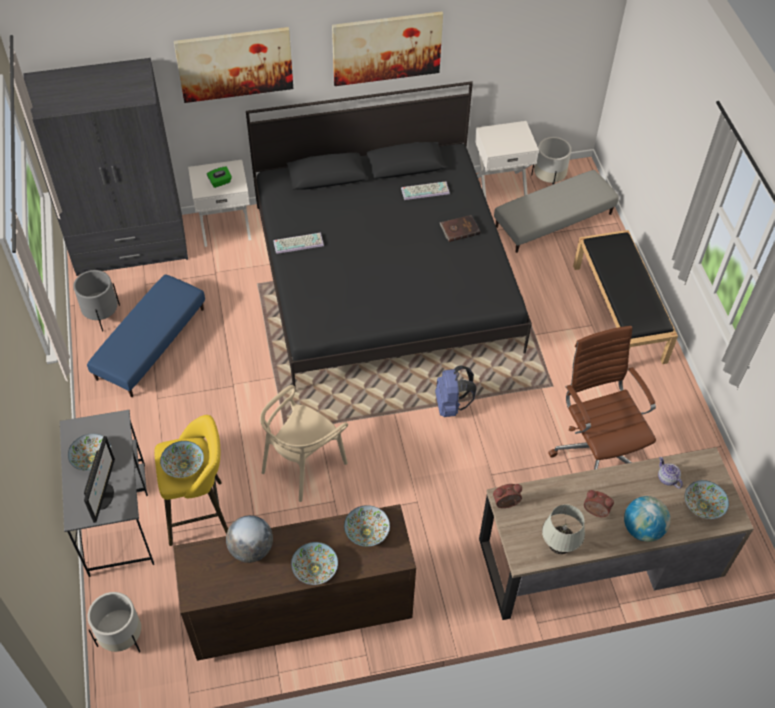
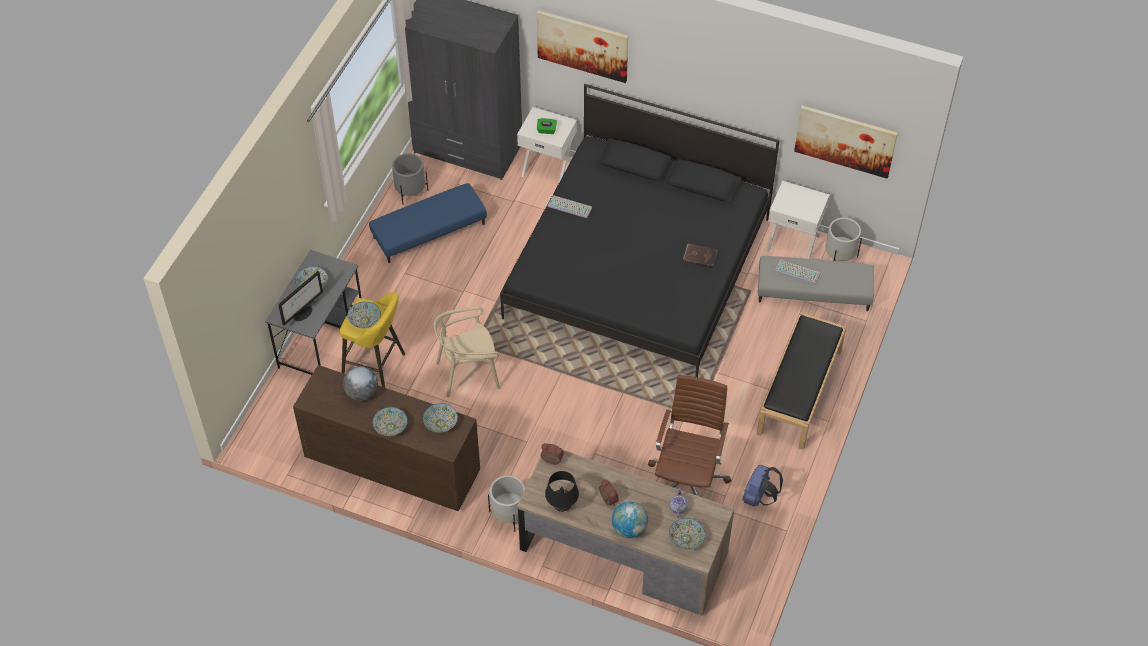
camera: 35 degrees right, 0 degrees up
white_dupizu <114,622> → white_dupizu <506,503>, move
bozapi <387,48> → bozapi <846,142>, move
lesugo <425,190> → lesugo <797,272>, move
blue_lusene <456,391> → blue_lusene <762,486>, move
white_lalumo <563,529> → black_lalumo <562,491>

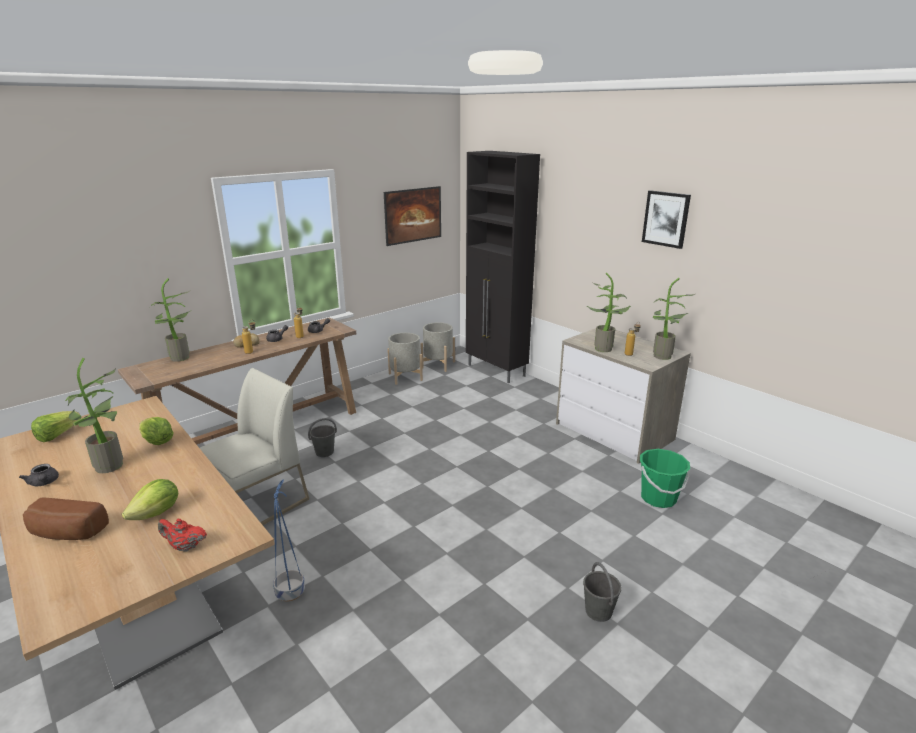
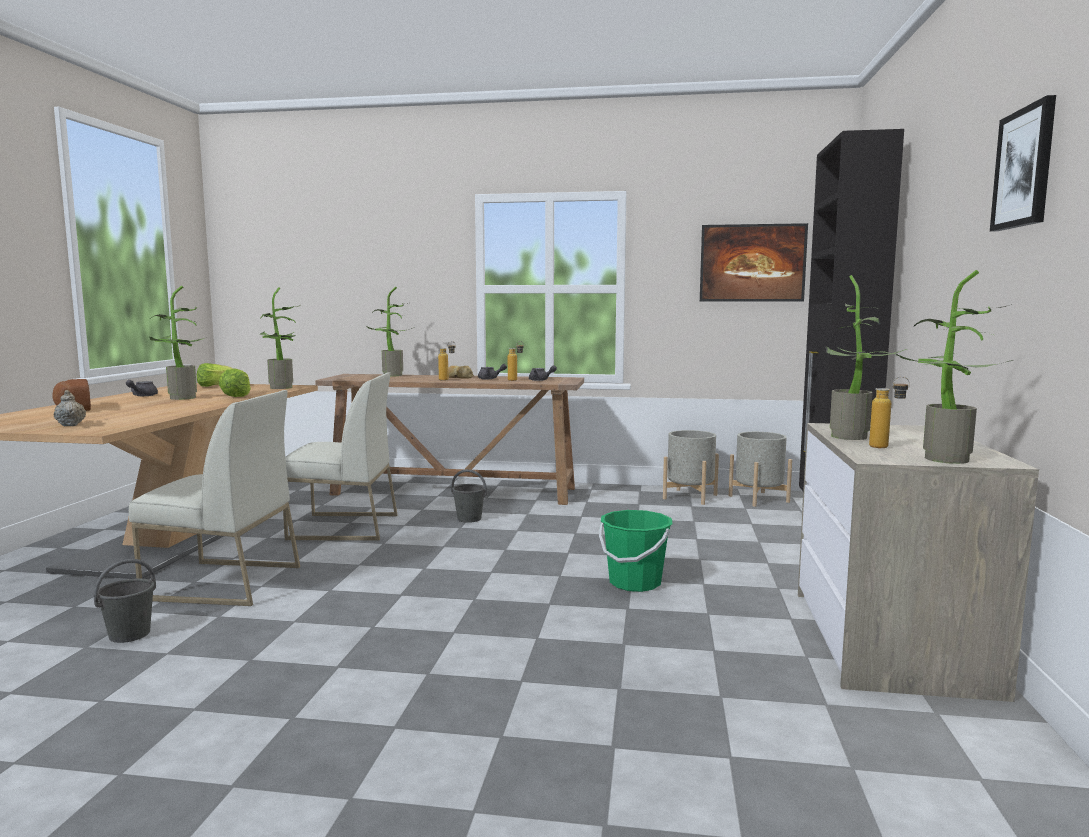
camera: 50 degrees right, 15 degrees down
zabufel <150,499> → -
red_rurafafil <182,535> → beige_rurafafil <70,408>
blue_dupizu <289,540> → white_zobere <214,498>
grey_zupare <602,592> → grey_zupare <125,601>, move
green_zupare <665,478> → green_zupare <636,551>, move
- → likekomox <280,338>

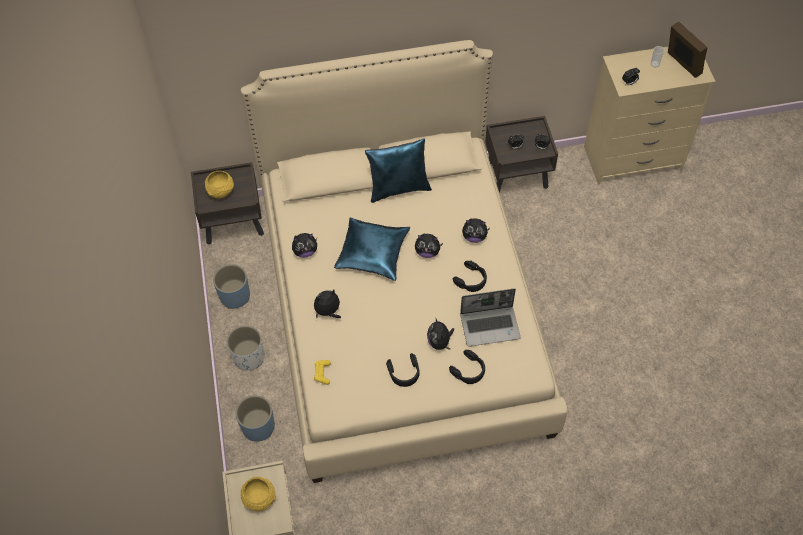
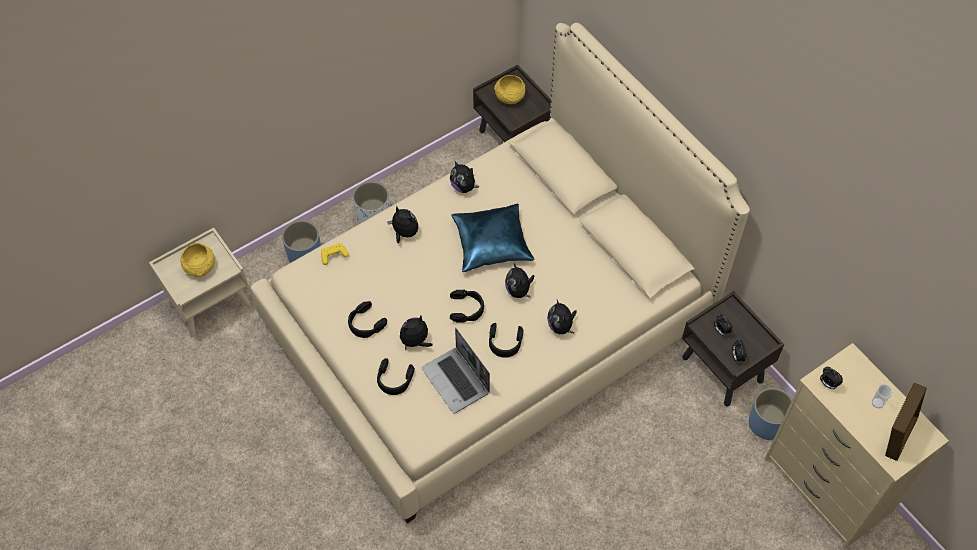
camera: 65 degrees right, 0 degrees up
blue_dupizu <231,286> → blue_dupizu <770,414>, move
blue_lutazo <398,171> → -
- → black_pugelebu <467,306>

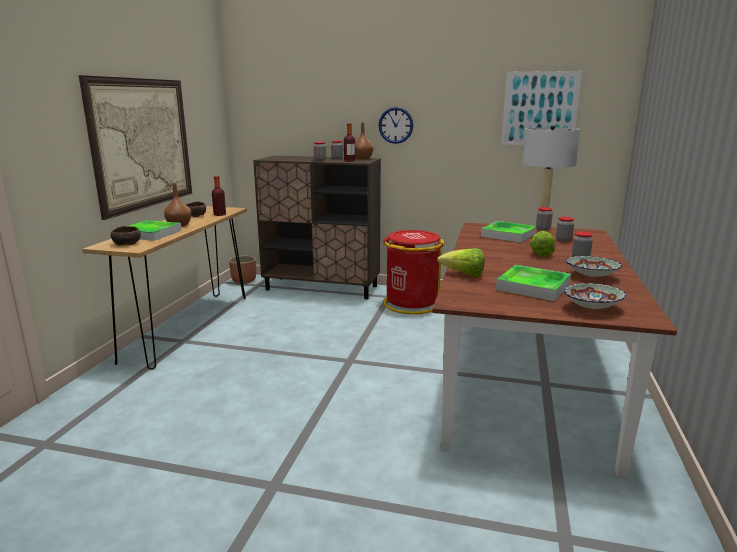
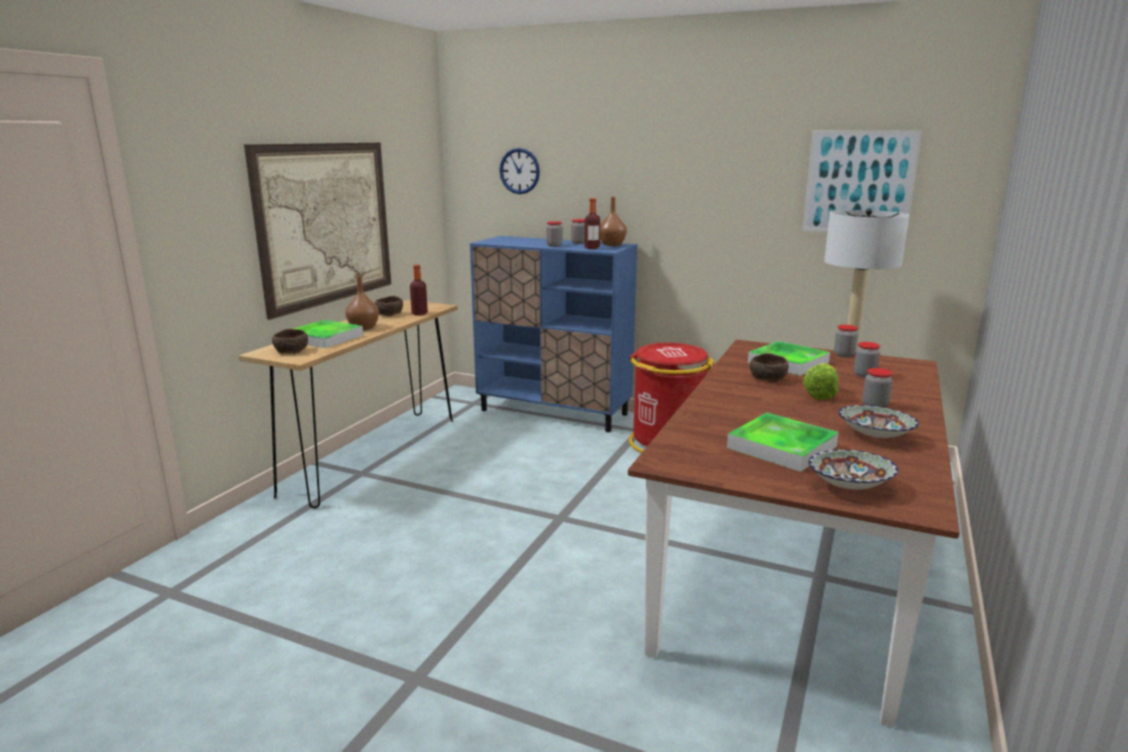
camera: 10 degrees right, 0 degrees up
dupizu <242,270> → -
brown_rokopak <317,227> → blue_rokopak <553,334>
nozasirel <395,125> → nozasirel <519,171>, move
zabufel <461,262> → -
- → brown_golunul <769,367>

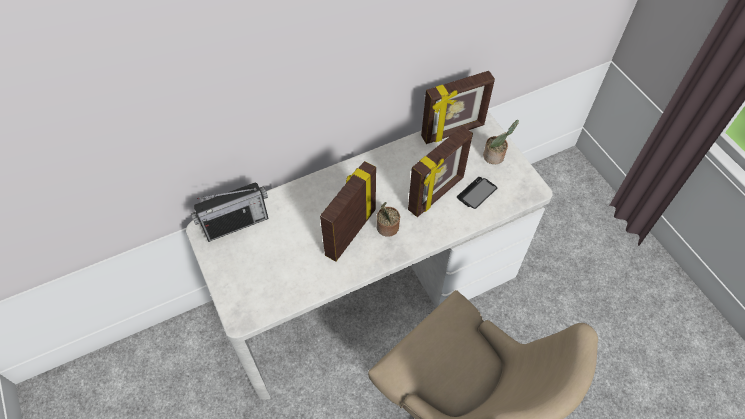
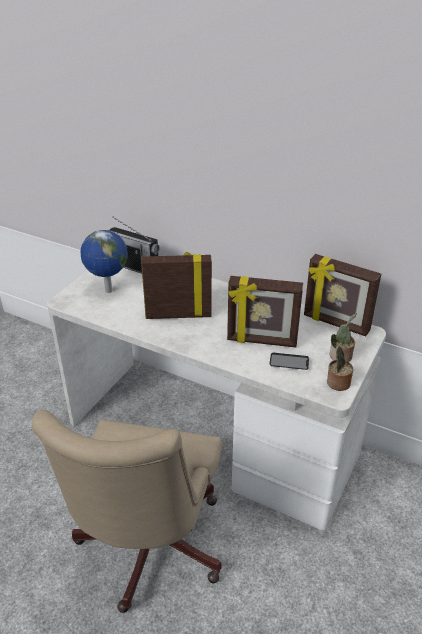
camera: 55 degrees right, 20 degrees down
likekomox <388,219> → likekomox <340,362>, move
- → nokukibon <104,261>

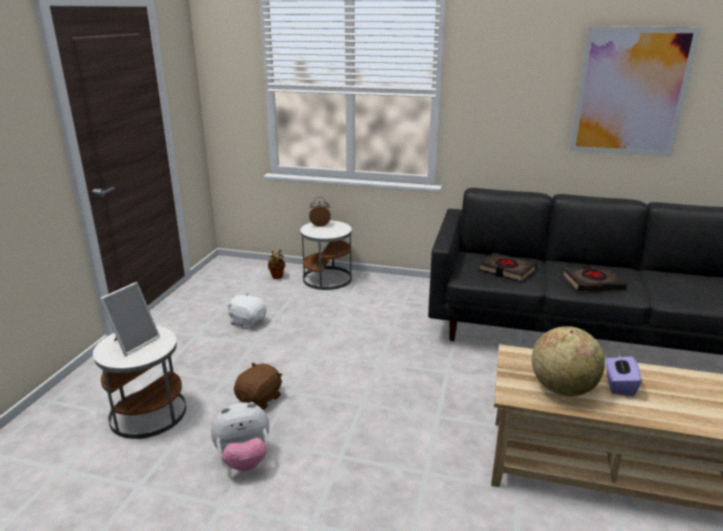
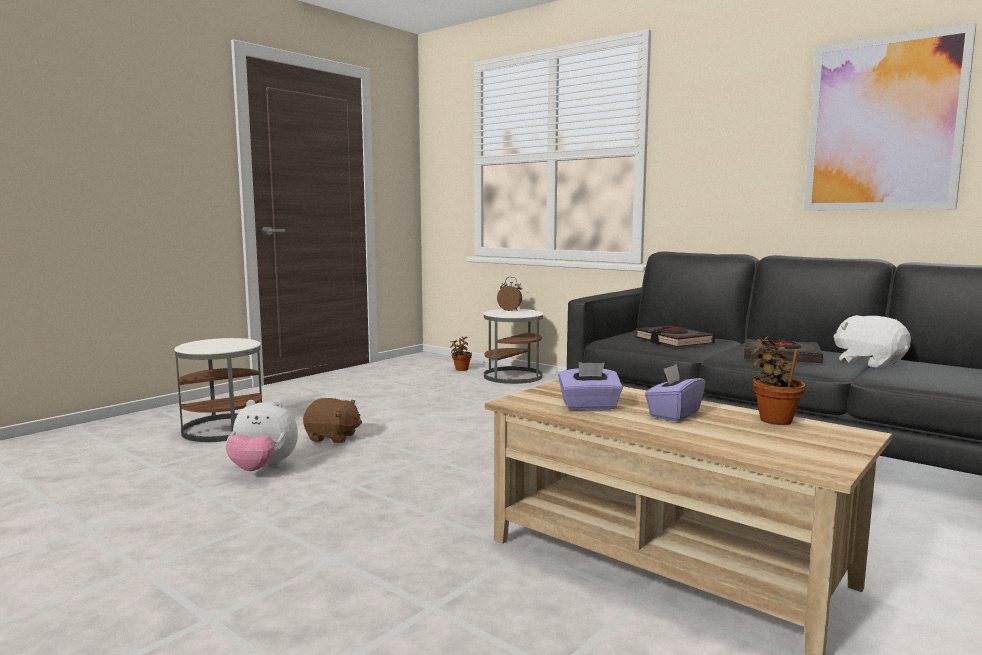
camera: 25 degrees right, 15 degrees down
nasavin <130,319> → -
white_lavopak <247,311> → white_lavopak <872,341>, move
brown_lavopak <258,386> → brown_lavopak <332,420>, 45 degrees clockwise
nokukibon <568,361> → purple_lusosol <590,386>
- → likekomox <778,380>

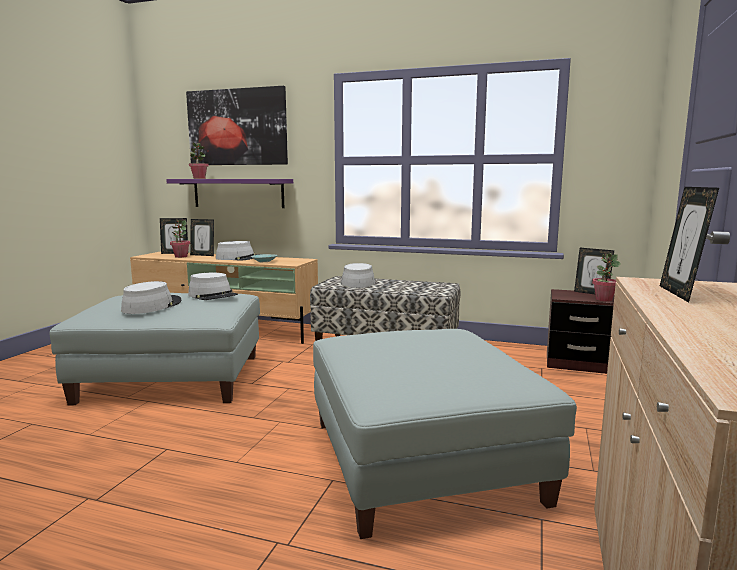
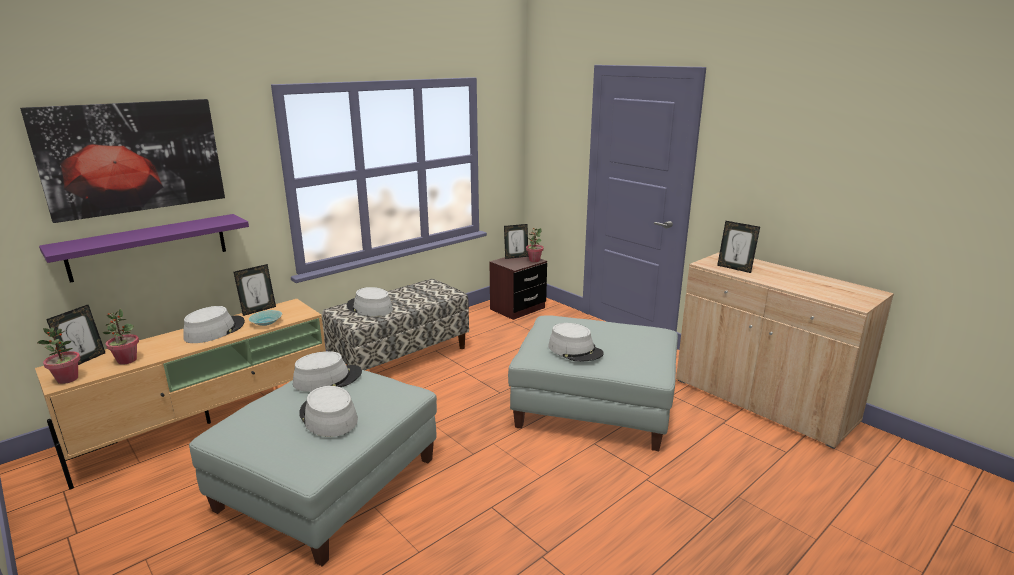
camera: 60 degrees left, 10 degrees up
likekomox <198,160> → likekomox <58,355>, move
nasavin <202,237> → nasavin <254,290>, move
- → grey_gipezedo <576,342>

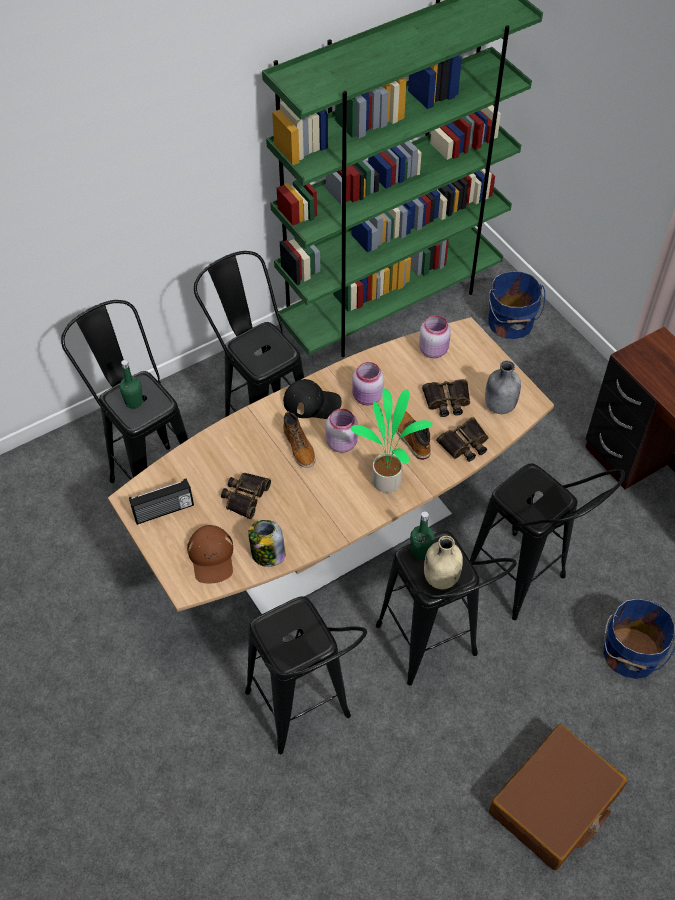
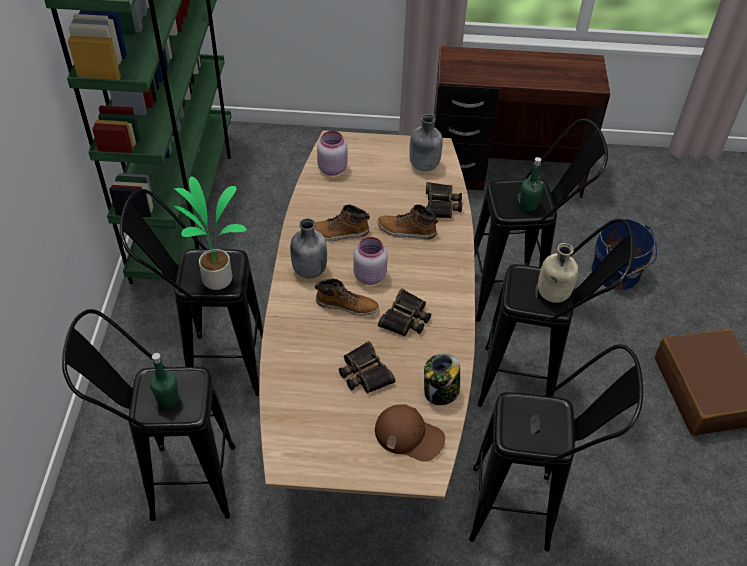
camera: 55 degrees left, 5 degrees down
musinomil <161,501> → -
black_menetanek <312,399> → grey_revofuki <308,248>
likekomox <391,441> → likekomox <210,233>, move
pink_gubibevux <368,383> → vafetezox <342,222>
green_revofuki <422,535> → green_revofuki <531,184>, move
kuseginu <446,398> → kuseginu <404,312>, move
blue_zupare <516,305> → -

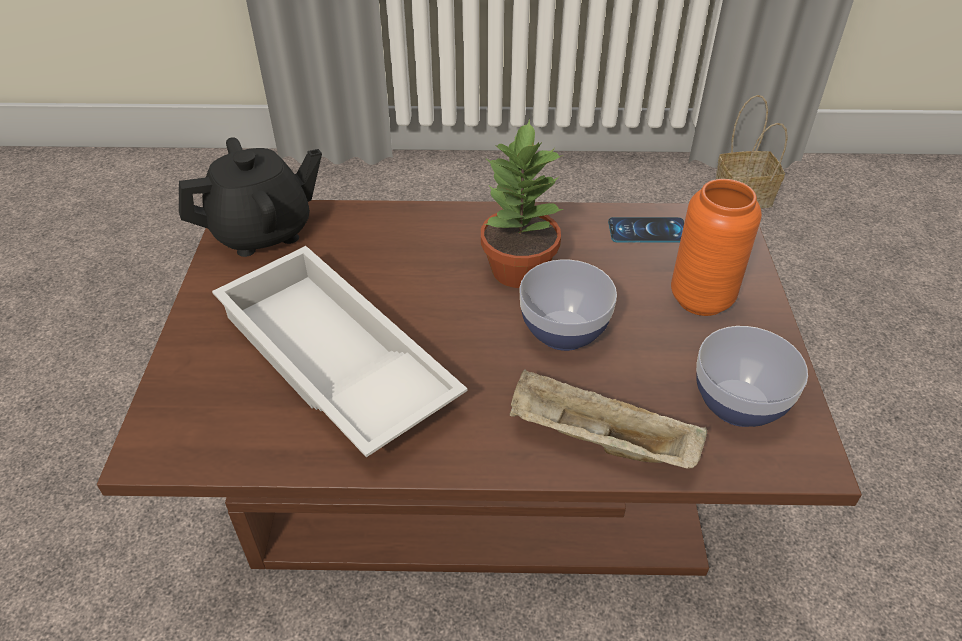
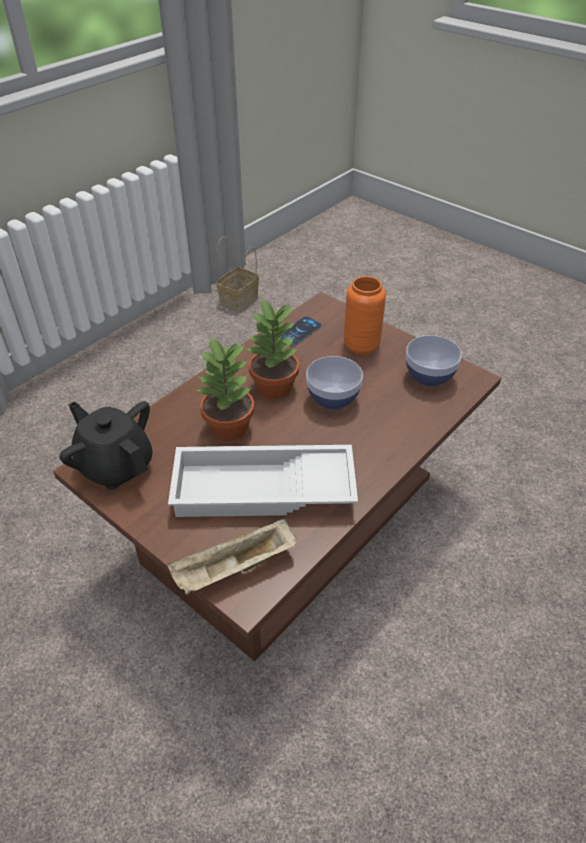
camera: 50 degrees left, 0 degrees up
black_rurafafil <250,197> → black_rurafafil <106,445>, 60 degrees counterclockwise
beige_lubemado <608,419> → beige_lubemado <232,556>, move
- → likekomox <225,389>

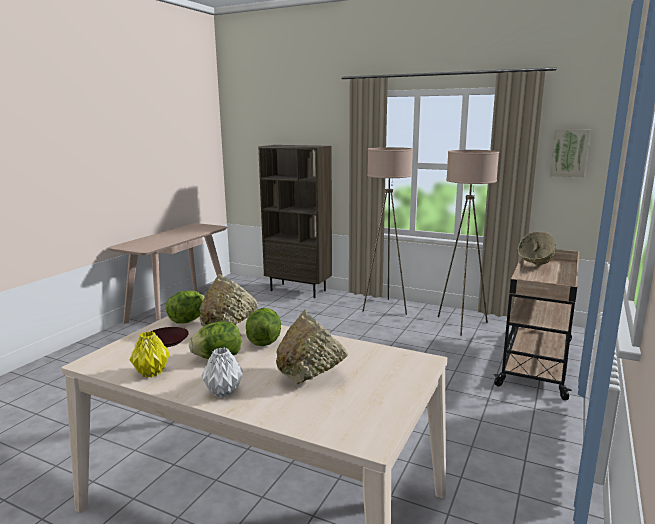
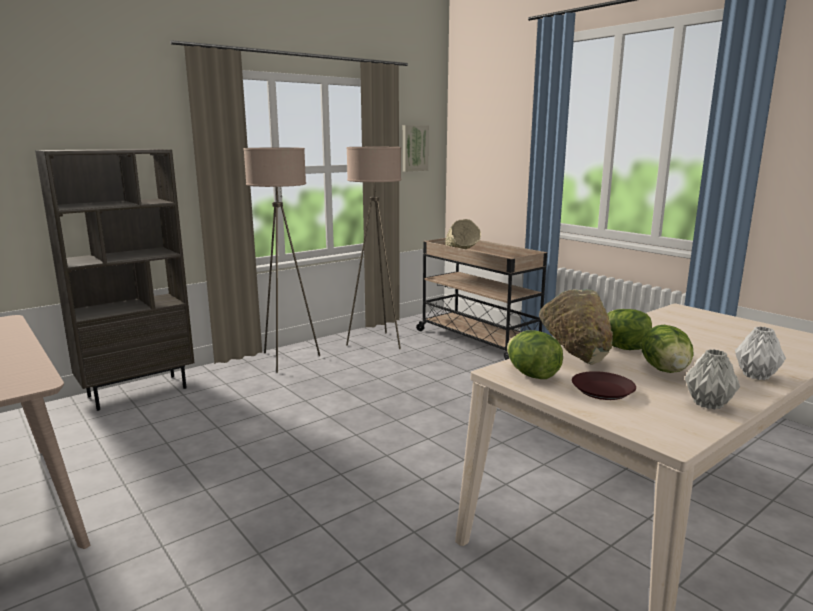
camera: 65 degrees left, 0 degrees up
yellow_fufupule <150,354> → grey_fufupule <712,379>
beige_golunul <312,346> → -

